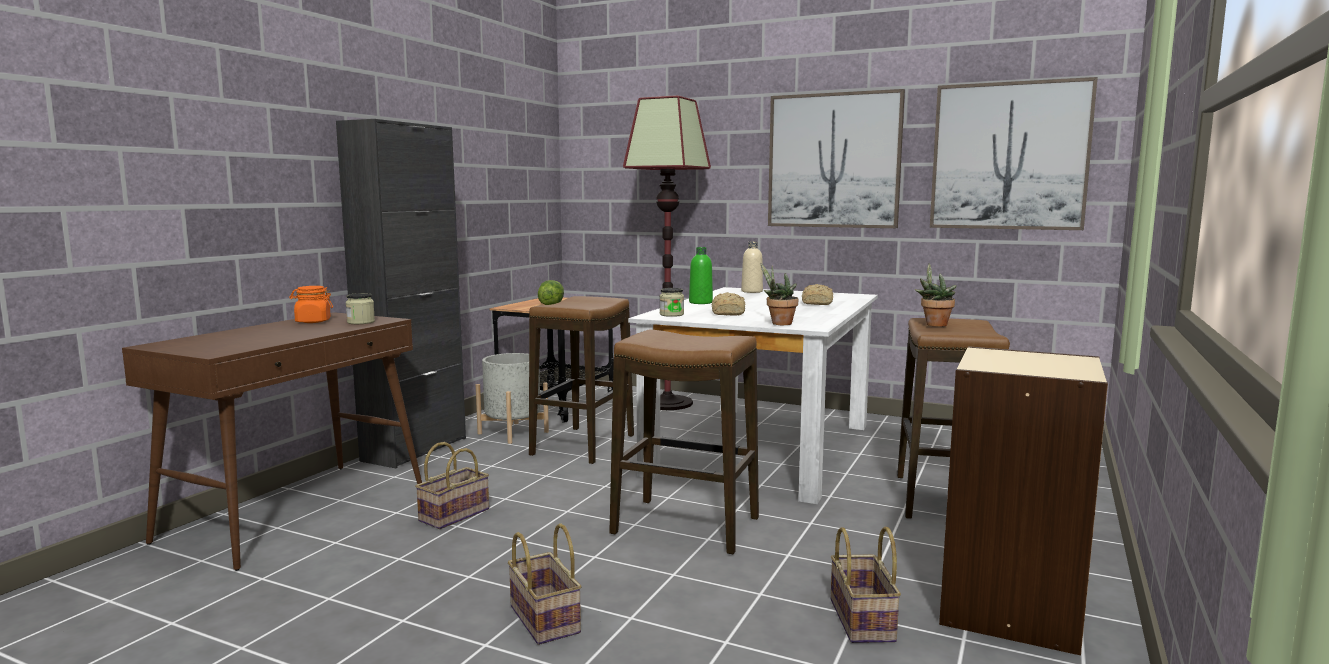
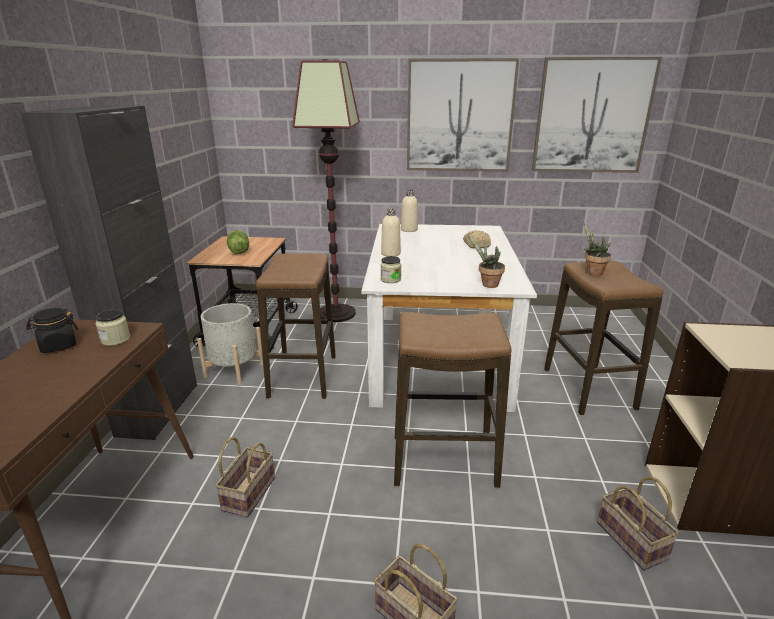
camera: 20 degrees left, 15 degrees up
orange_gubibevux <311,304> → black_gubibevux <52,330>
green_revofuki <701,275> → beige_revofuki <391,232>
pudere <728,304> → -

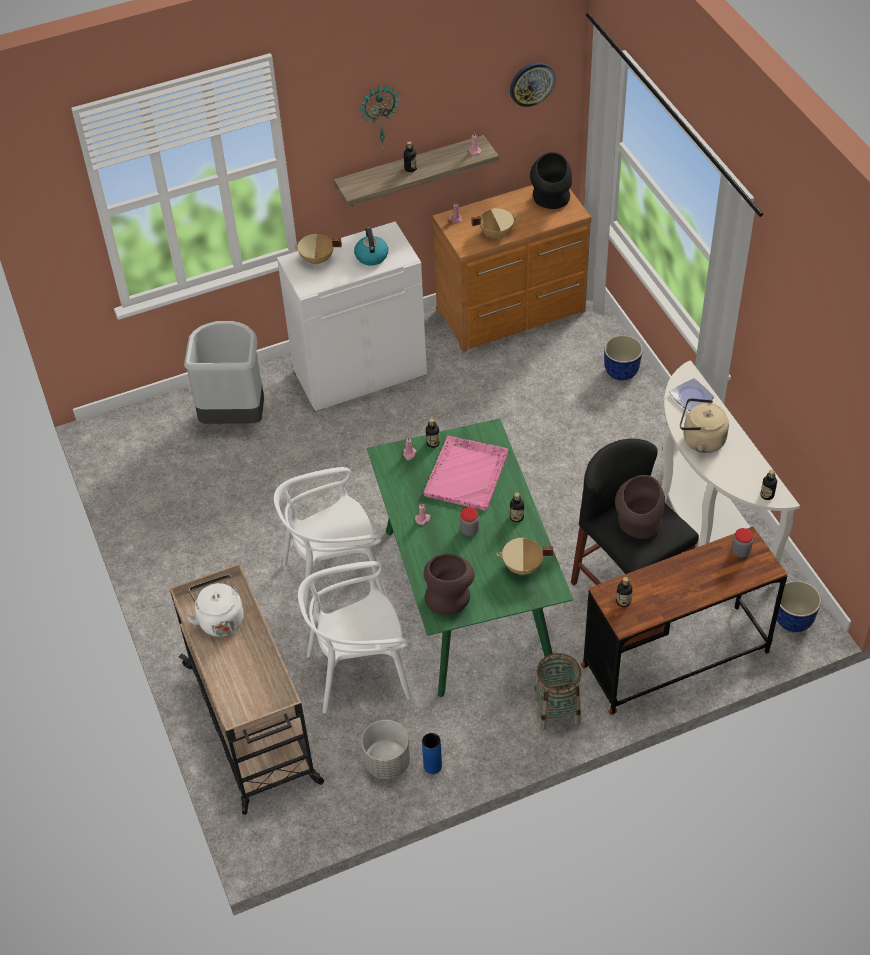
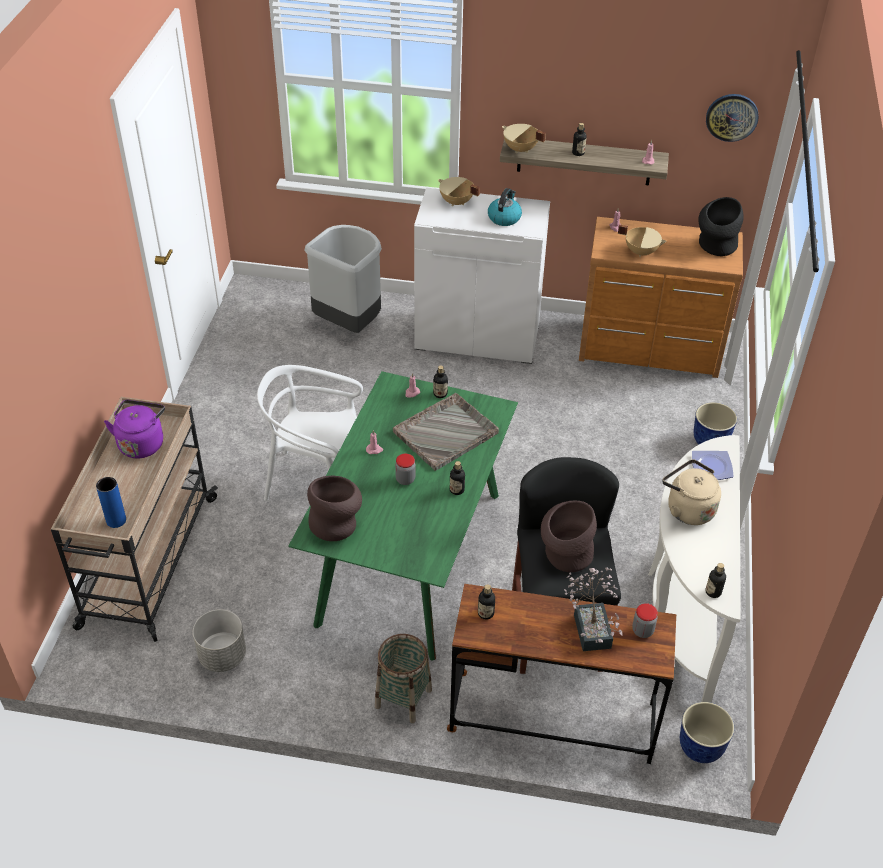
camera: 30 degrees right, 5 degrees down
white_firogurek <214,606> → purple_firogurek <134,429>
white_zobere <355,637> → -
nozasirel <380,118> → -
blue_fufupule <432,753> → blue_fufupule <111,502>, move
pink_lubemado <466,473> → grey_lubemado <446,432>
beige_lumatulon <525,556> → beige_lumatulon <524,138>, move
- → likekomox <593,609>

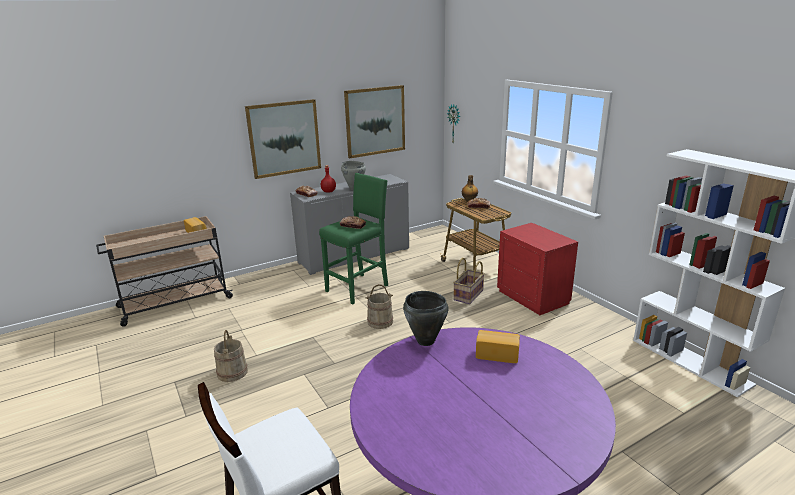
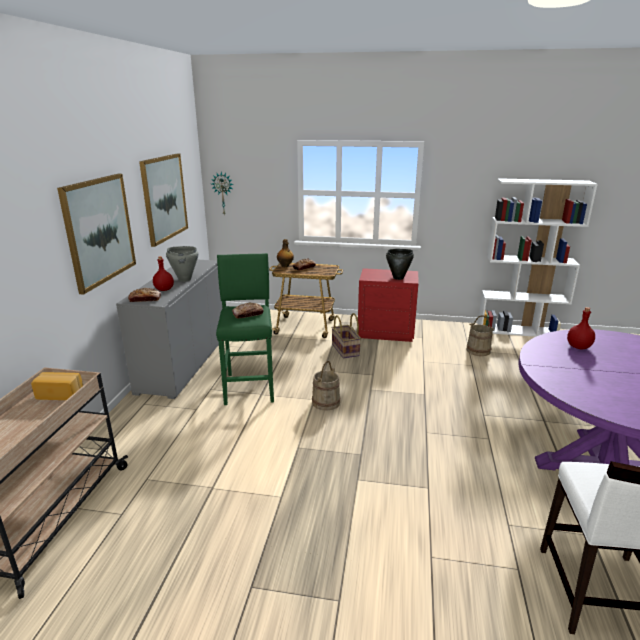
camera: 50 degrees left, 0 degrees up
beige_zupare <231,356> → beige_zupare <481,335>, move
black_lumatulon <426,318> → black_lumatulon <400,264>, move
pudere <498,346> → red_revofuki <581,328>

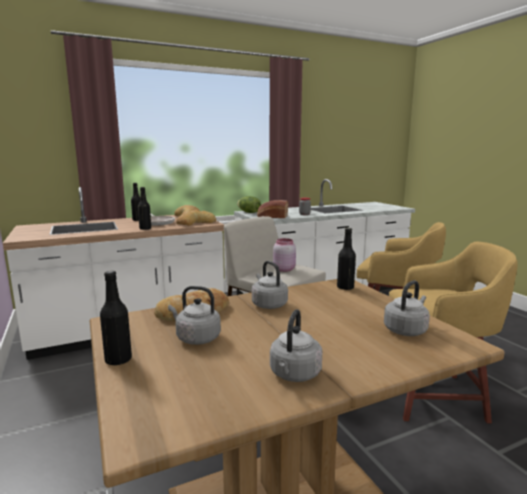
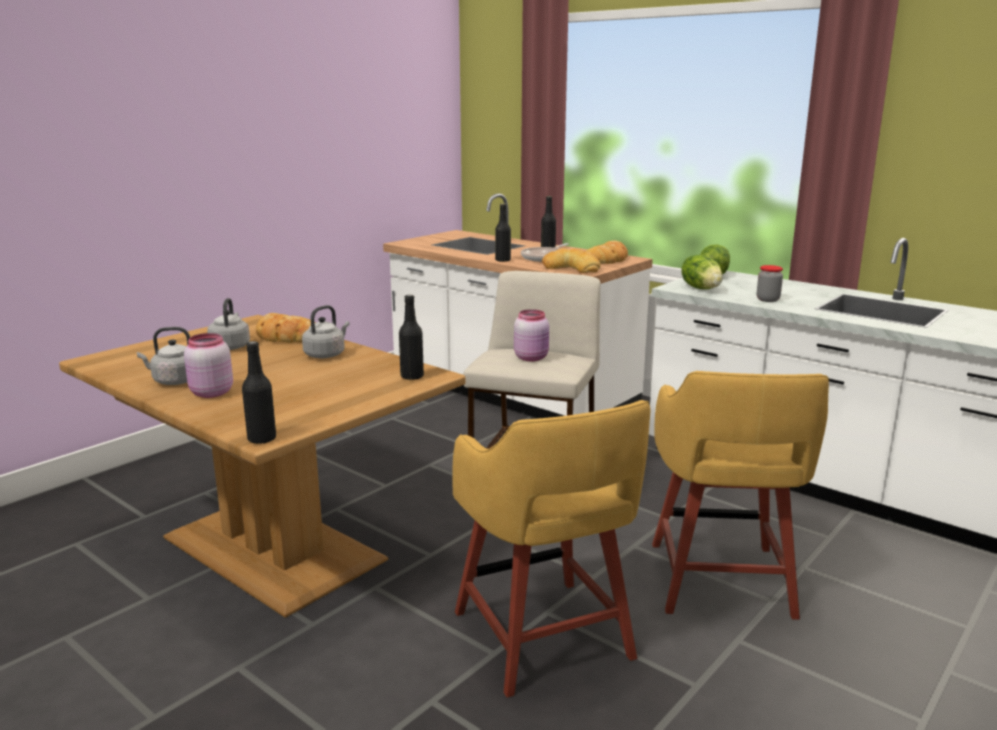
camera: 65 degrees right, 5 degrees up
black_revofuki <116,318> → black_revofuki <259,392>, move
pudere <272,209> → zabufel <702,272>
grey_firogurek <407,308> → -
- → pink_gubibevux <208,365>

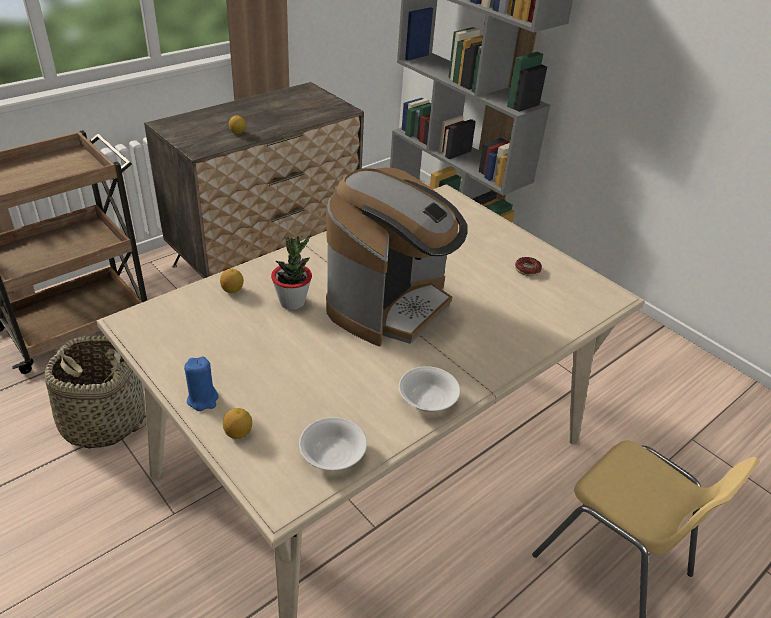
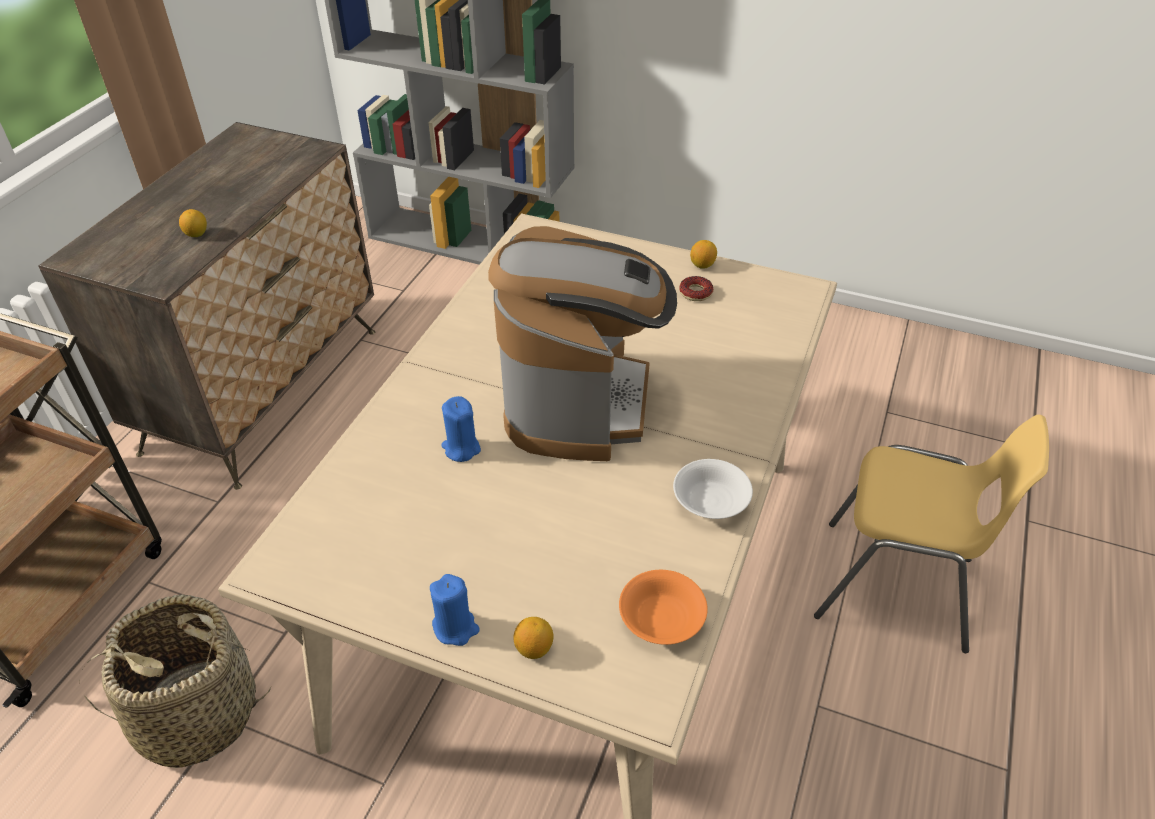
camera: 25 degrees left, 5 degrees up
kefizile <232,281> → kefizile <703,254>, move
likekomox <291,273> → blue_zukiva <461,429>
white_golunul <333,444> → orange_golunul <663,607>

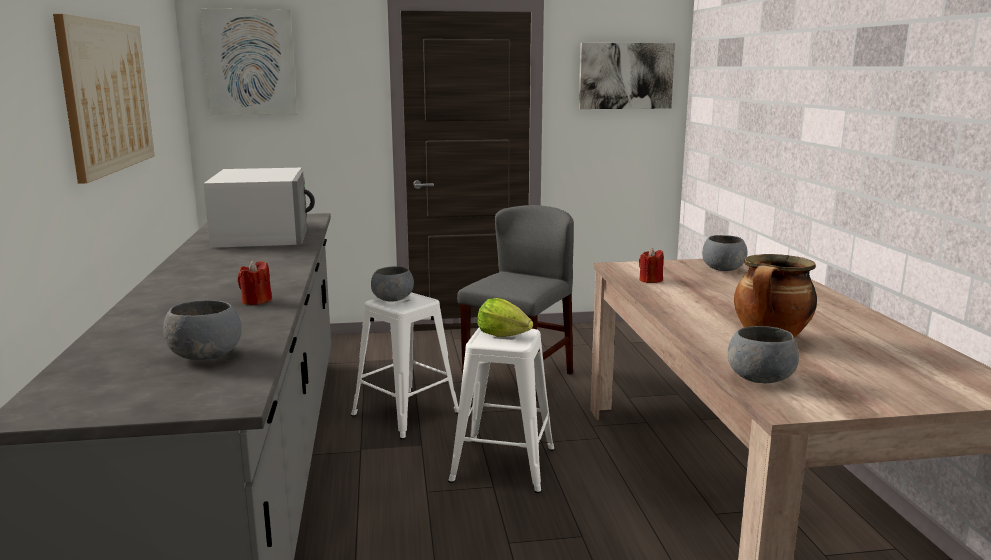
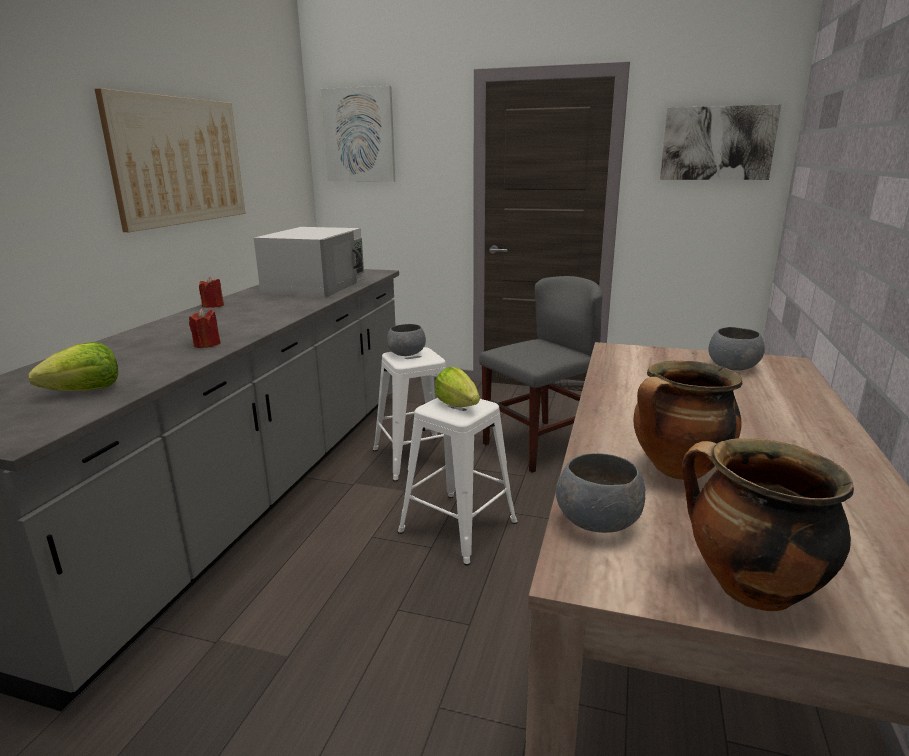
camera: 25 degrees right, 5 degrees up
grey_golunul <202,330> → zabufel <73,366>
red_zukiva <651,265> → red_zukiva <211,292>, move
- → lumatulon <768,524>

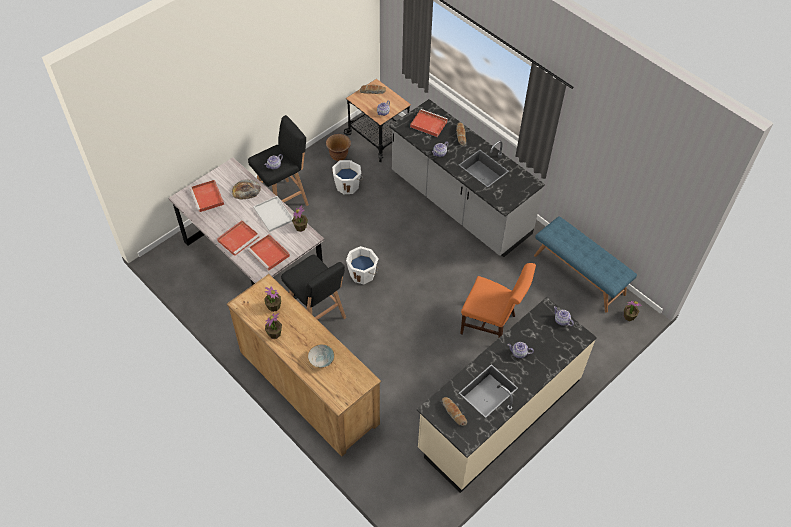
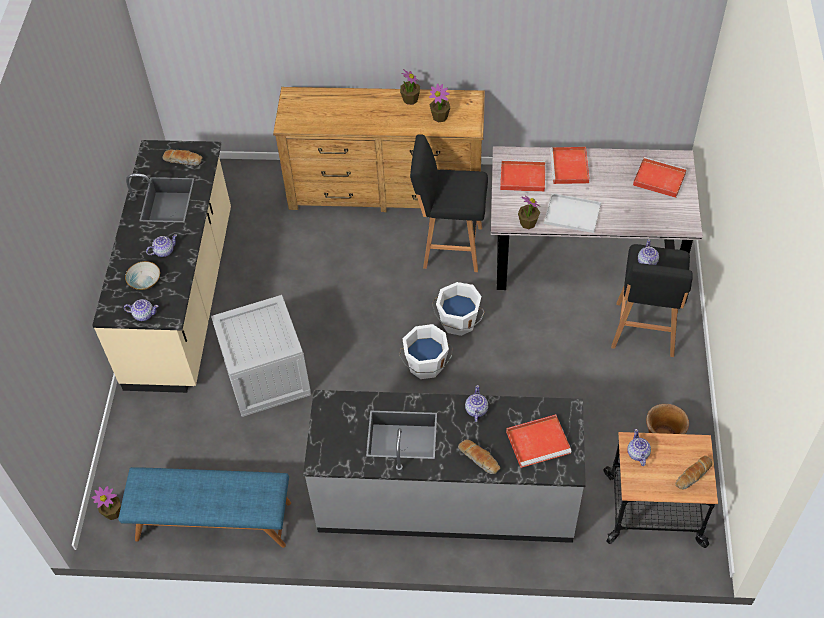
camera: 140 degrees right, 0 degrees up
pudere <246,189> → -
golunul <321,356> → golunul <142,275>, move
white_zupare <347,177> → white_zupare <426,351>, move
orange_zobere <498,300> → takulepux <261,356>

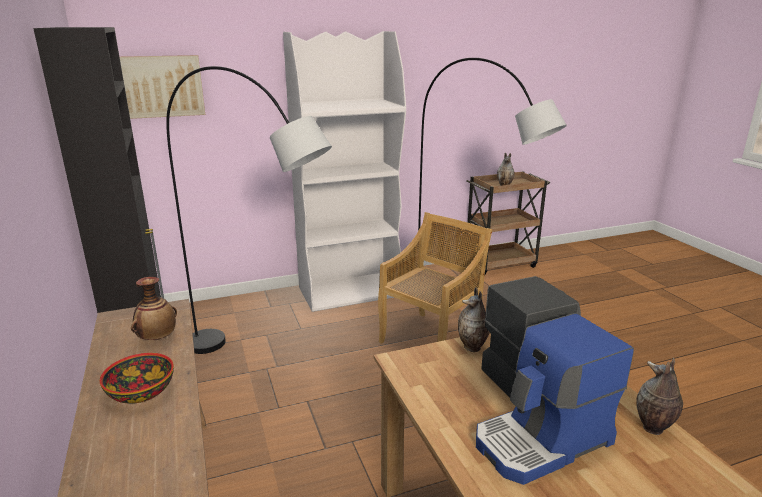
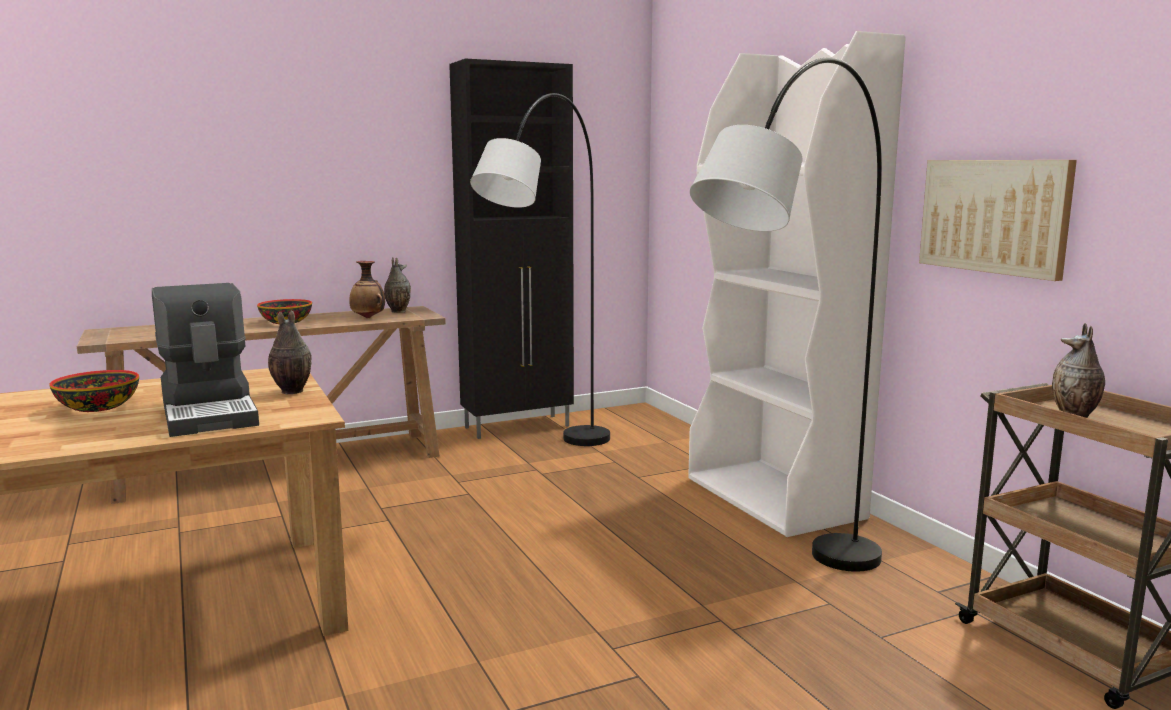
camera: 85 degrees right, 10 degrees down
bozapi <162,87> → bozapi <998,220>, move
beige_zobere <435,278> → -
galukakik <555,399> → golunul <94,391>
fufupule <659,396> → fufupule <397,285>, move

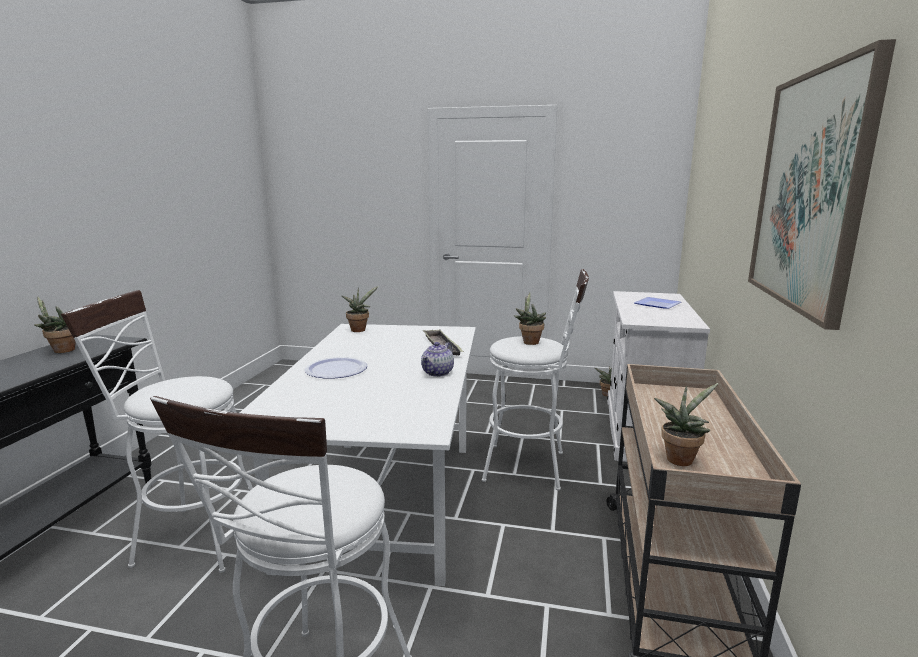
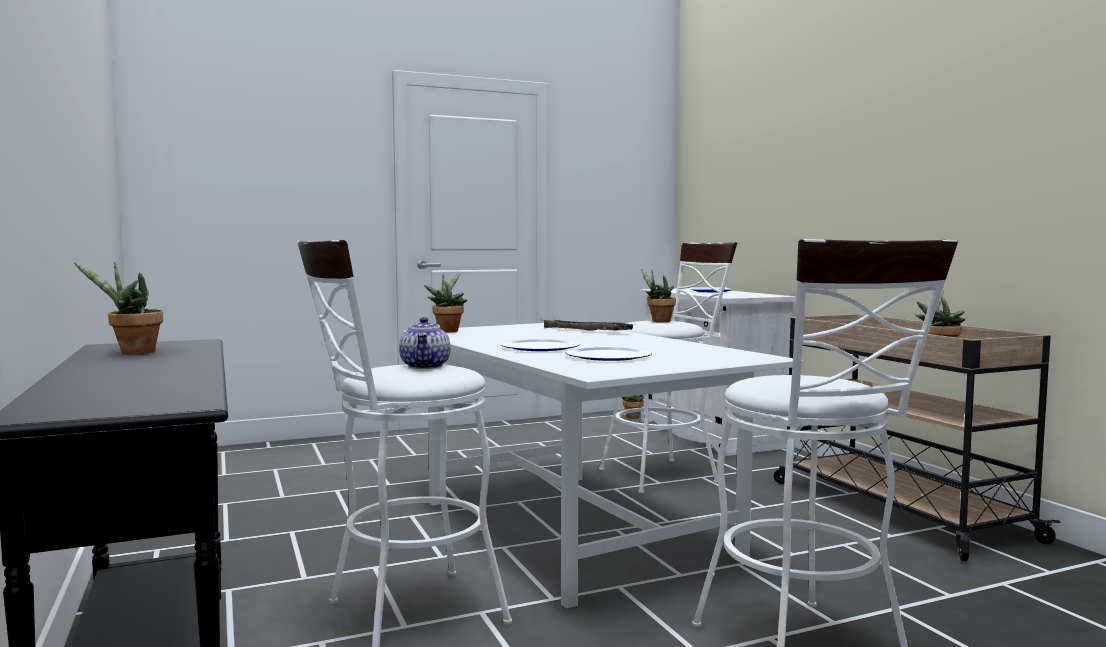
camera: 35 degrees left, 10 degrees down
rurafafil <437,359> → rurafafil <424,343>, move
bozapi <822,184> → -
- → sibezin <608,354>

